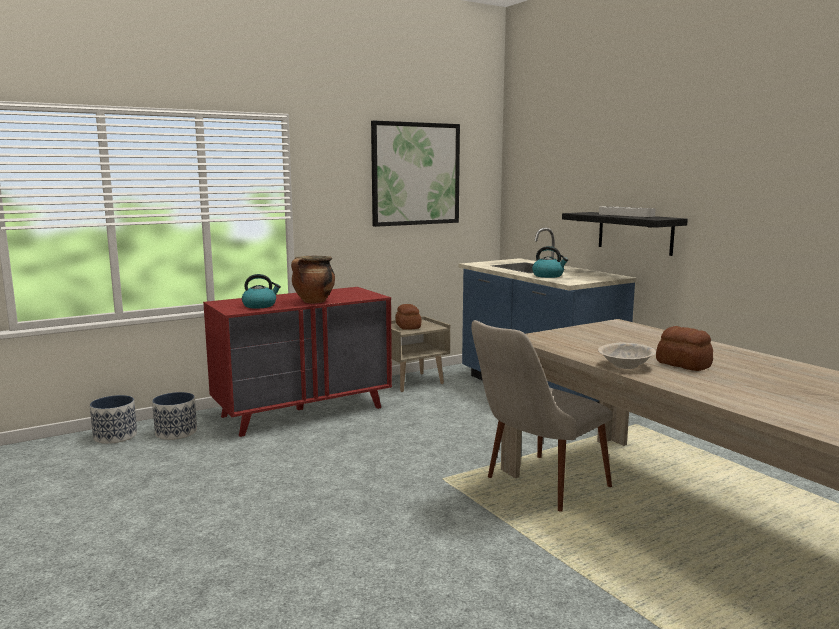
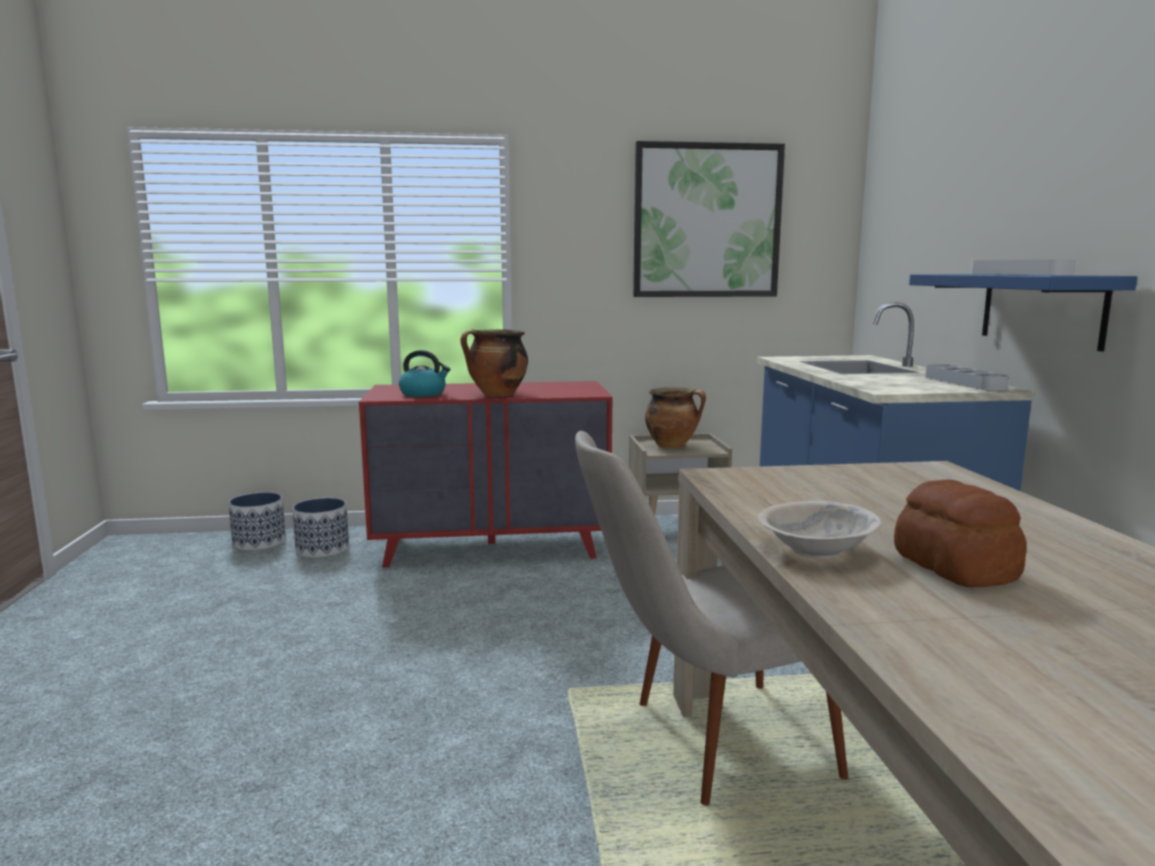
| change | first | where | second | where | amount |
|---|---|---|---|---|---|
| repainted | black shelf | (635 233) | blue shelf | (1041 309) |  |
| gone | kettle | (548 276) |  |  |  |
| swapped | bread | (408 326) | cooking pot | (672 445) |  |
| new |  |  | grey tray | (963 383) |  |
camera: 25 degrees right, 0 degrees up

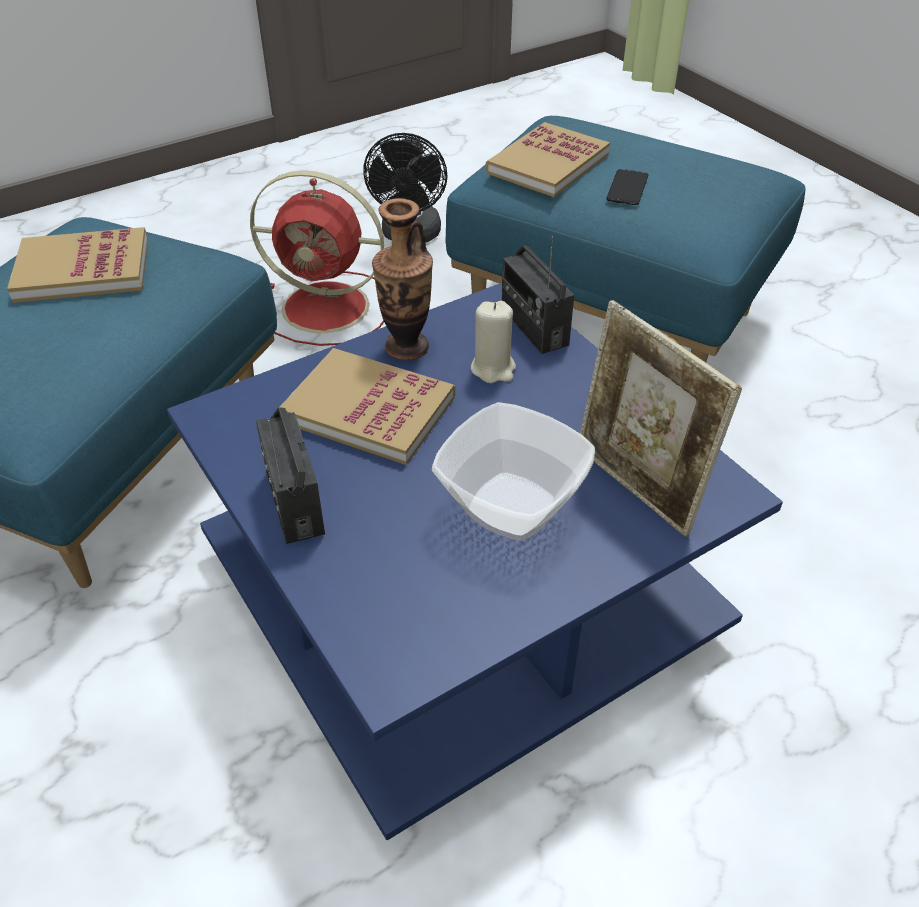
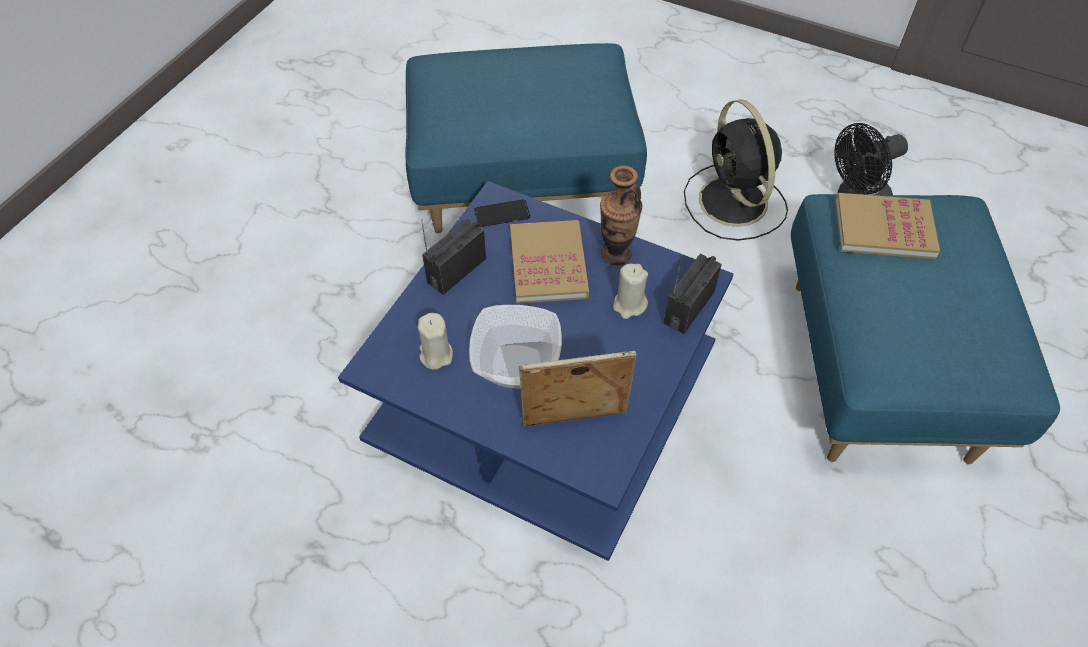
| change | first | where | second | where | amount |
|---|---|---|---|---|---|
| shifted | phone | (627 188) |  | (502 214) |  |
| repainted | red fan | (329 308) | black fan | (734 203) |  |
| gone | book | (83 269) |  |  |  |
| rotated | picture frame | (637 488) |  | (574 422) | 60 degrees clockwise |
| new |  |  | beige candle | (436 354) |  |
camera: 60 degrees right, 10 degrees up

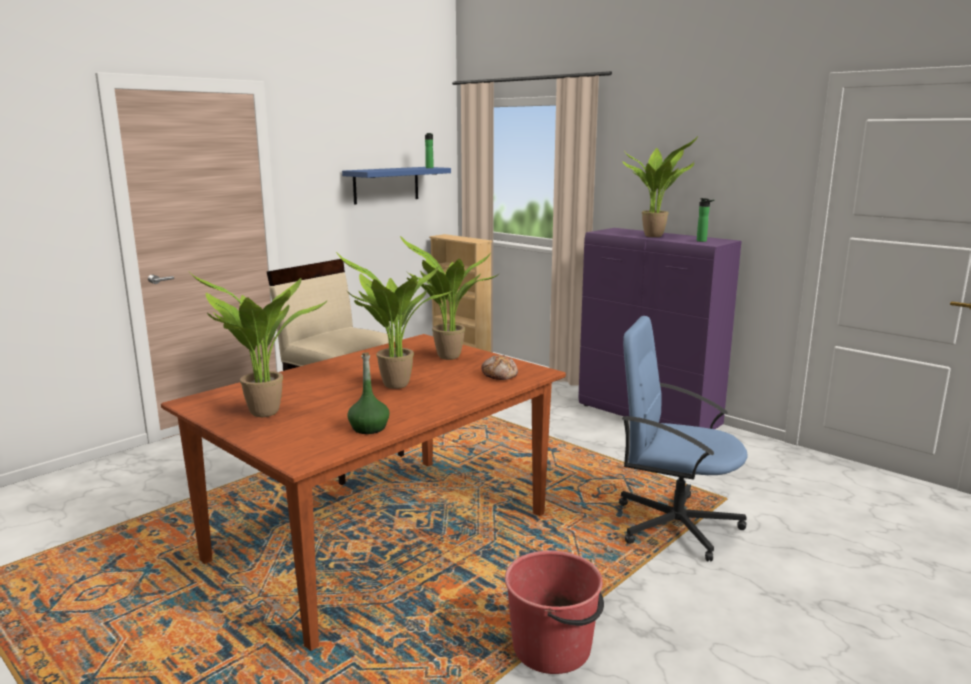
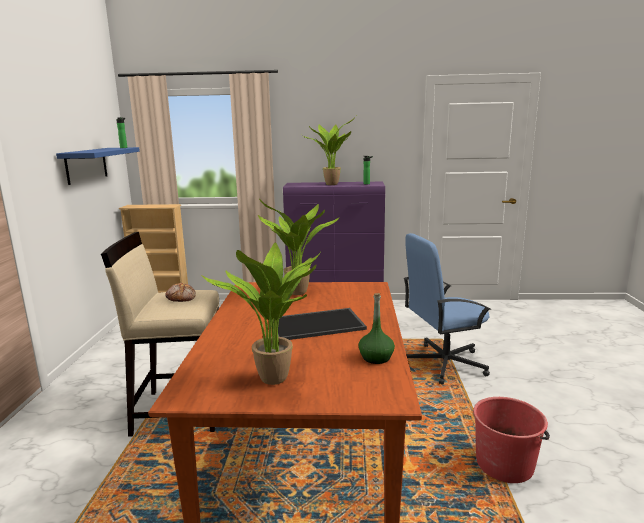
| change | first | where | second | where | amount |
|---|---|---|---|---|---|
| swapped | potted plant | (395 387) | tray | (316 324) |  |
| shifted | bread | (500 375) |  | (181 298) |  |
camera: 40 degrees left, 0 degrees up

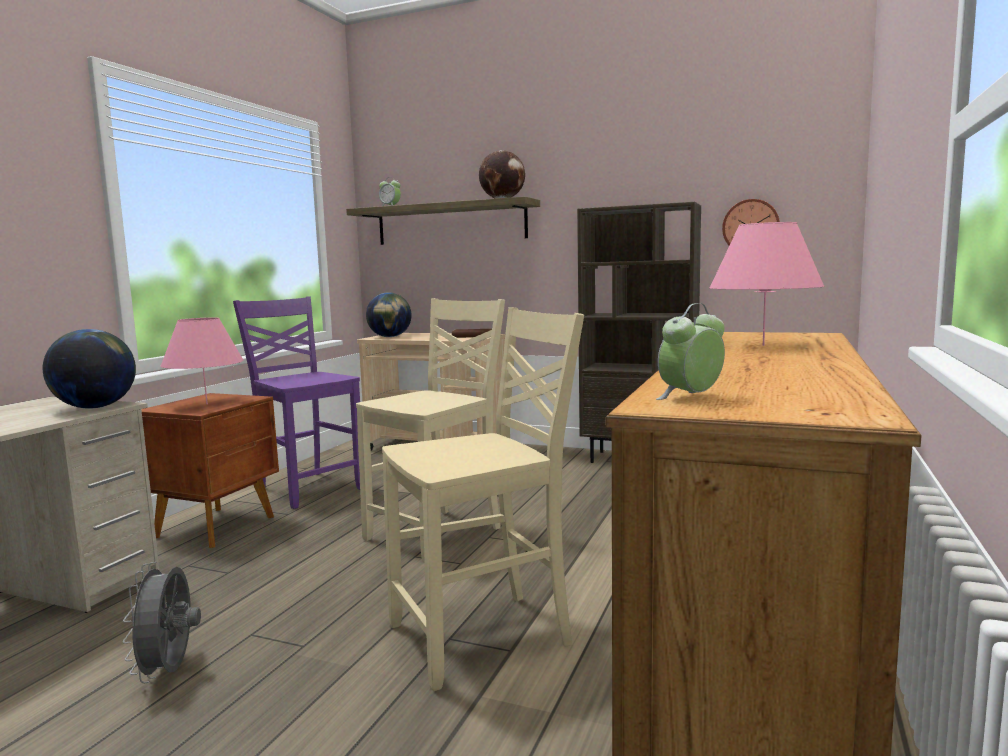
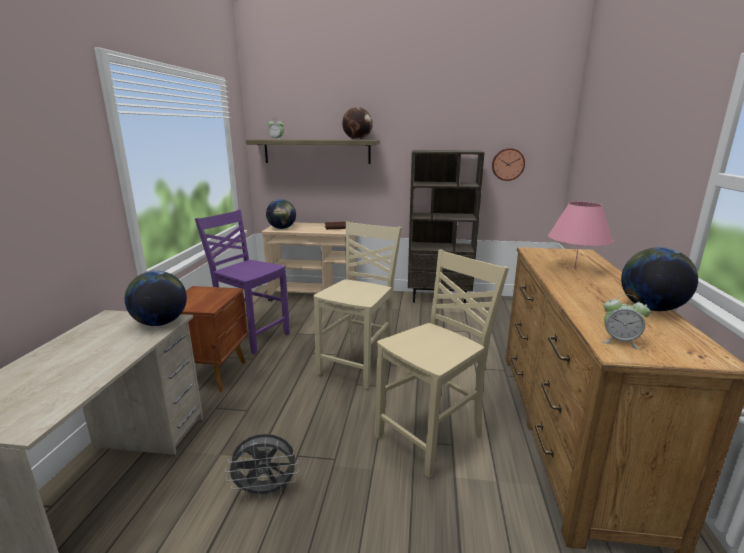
| change | first | where | second | where | amount |
|---|---|---|---|---|---|
| rotated | alarm clock | (690 397) |  | (620 341) | 105 degrees counterclockwise |
| gone | pink table lamp | (206 404) |  |  |  |
| rotated | grey fan | (170 672) |  | (266 491) | 75 degrees counterclockwise |
| new |  |  | globe | (650 308) |  |
camera: 15 degrees left, 10 degrees up

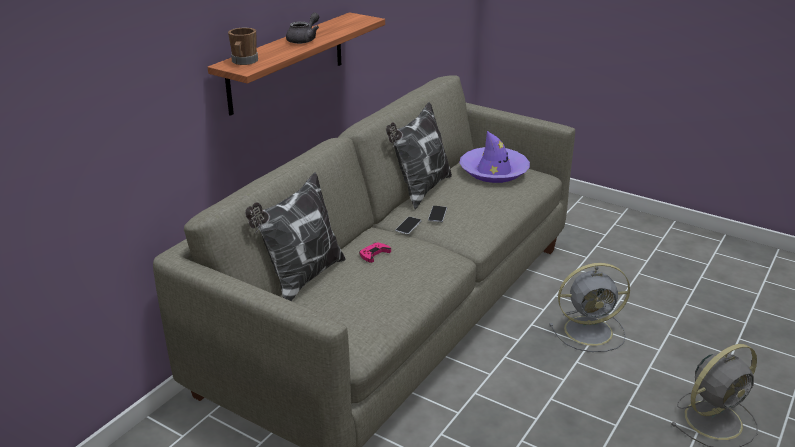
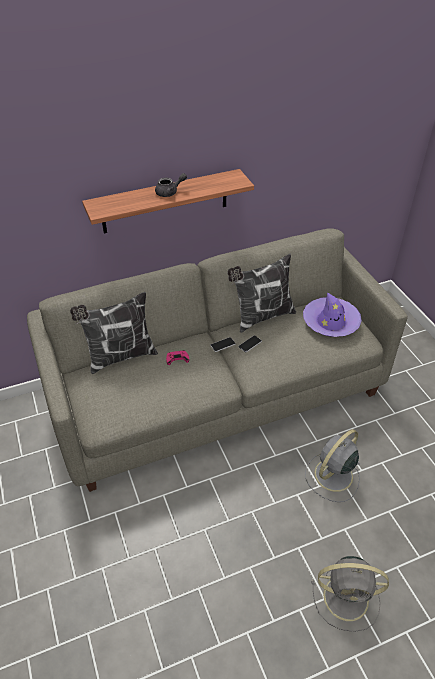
| change | first | where | second | where | amount |
|---|---|---|---|---|---|
| gone | brown mug | (244 62) |  |  |  |
| rotated | grey fan | (590 331) |  | (332 476) | 105 degrees clockwise |
camera: 35 degrees right, 15 degrees up

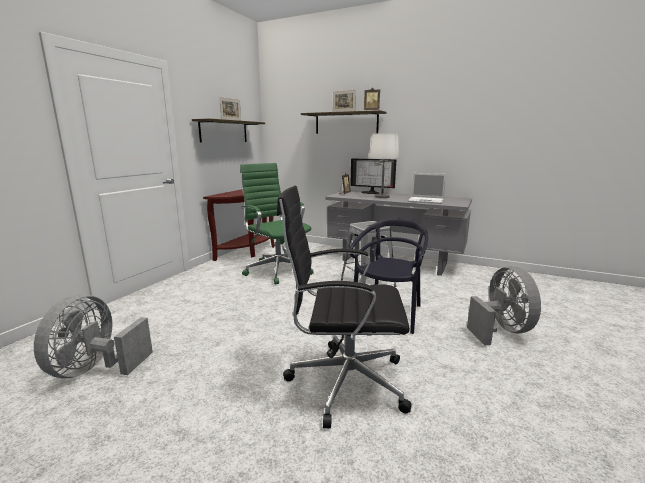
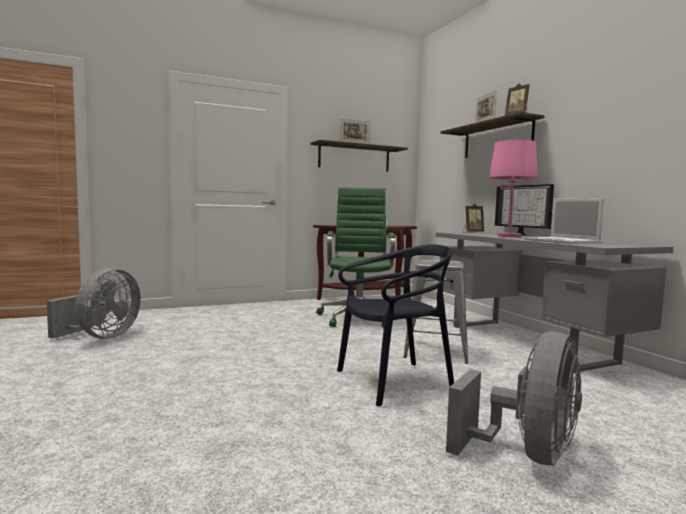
| change | first | where | second | where | amount |
|---|---|---|---|---|---|
| repainted | white table lamp | (382 197) | pink table lamp | (509 236) |  |
| gone | black office chair | (343 381) |  |  |  |
| rotated | grey fan | (96 369) |  | (101 337) | 150 degrees clockwise |
camera: 40 degrees right, 10 degrees down

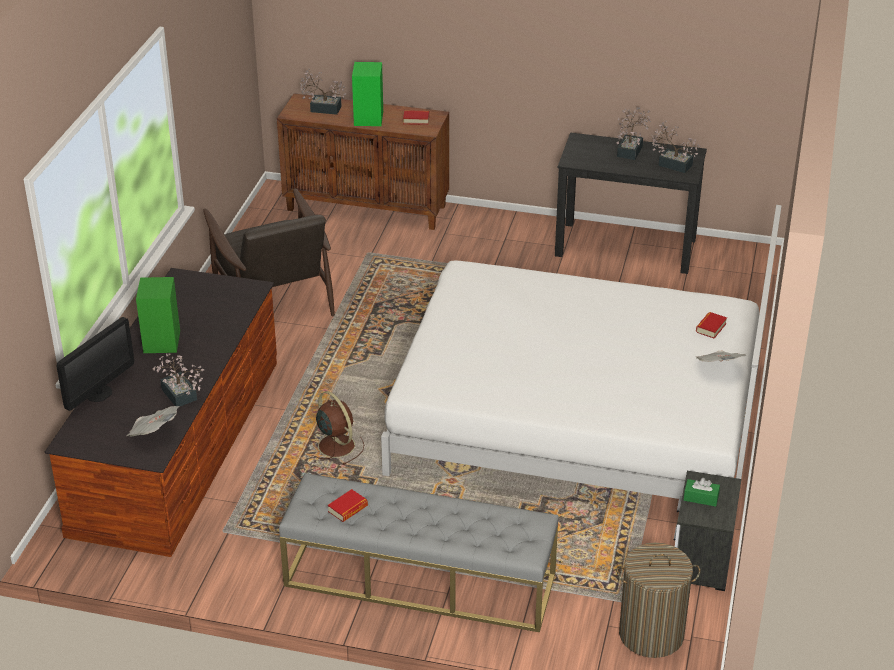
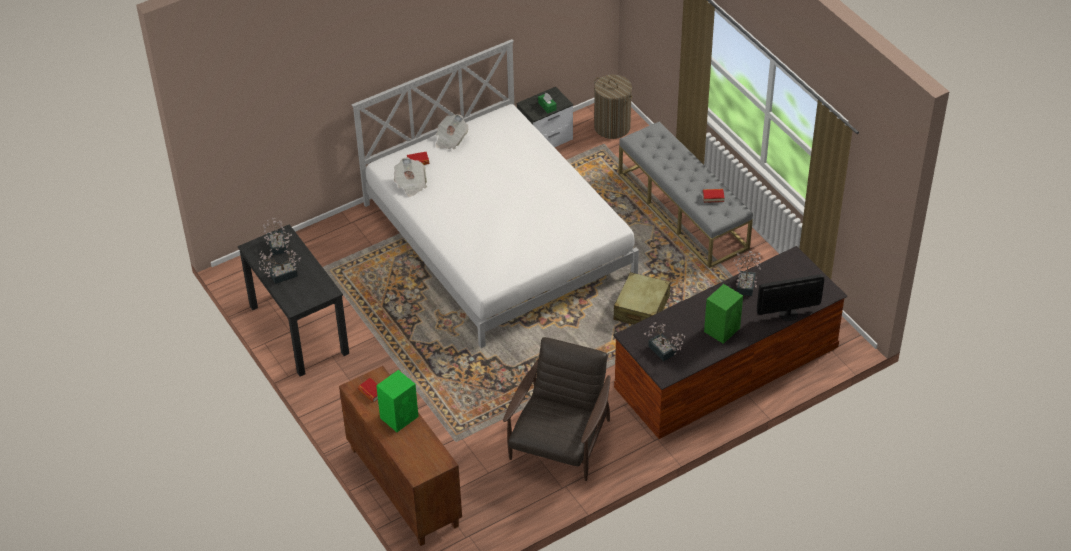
| change | first | where | second | where | amount |
|---|---|---|---|---|---|
| shifted | potted plant | (322 108) |  | (664 352) |  |
| swapped | brown fan | (335 445) | beige suitcase | (641 308) |  |
| shifted | newspaper | (154 432) |  | (411 184) |  |
camera: 135 degrees left, 10 degrees up

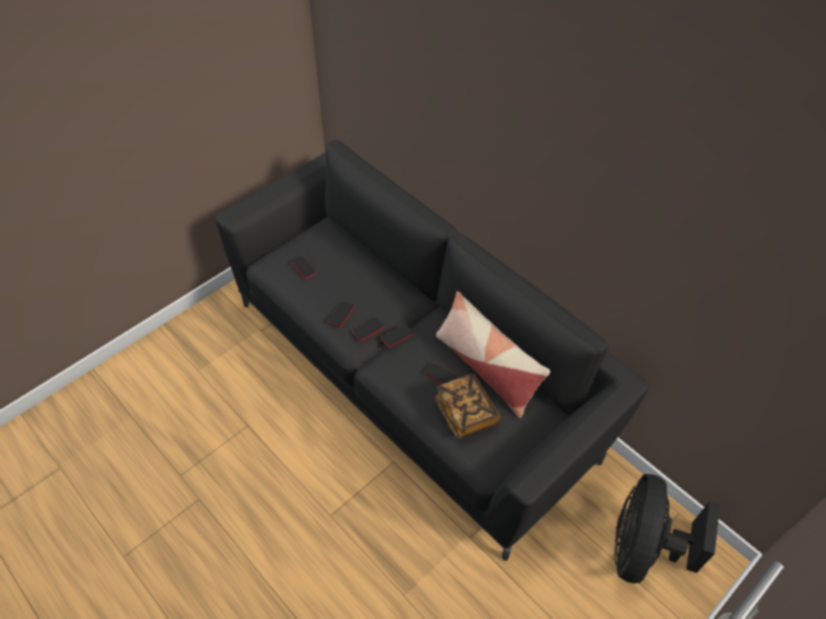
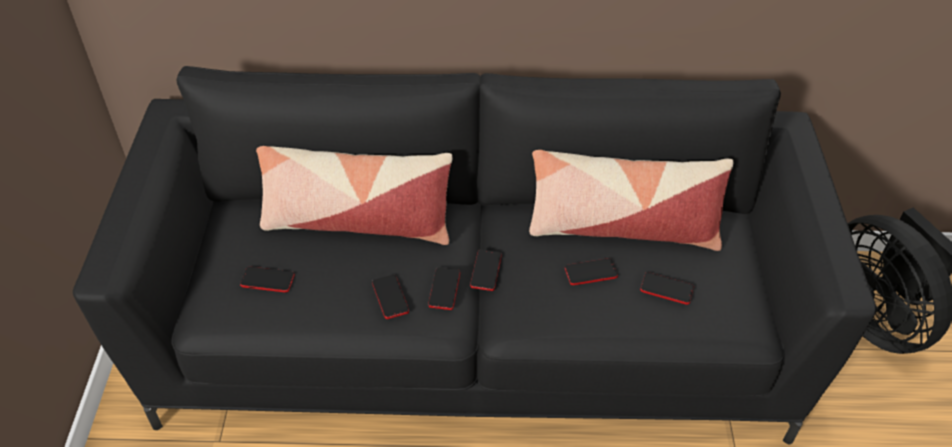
| change | first | where | second | where | amount |
|---|---|---|---|---|---|
| swapped | book | (466 413) | phone | (666 289) |  |
| new |  |  | pillow | (356 221) |  |
camera: 45 degrees left, 5 degrees down

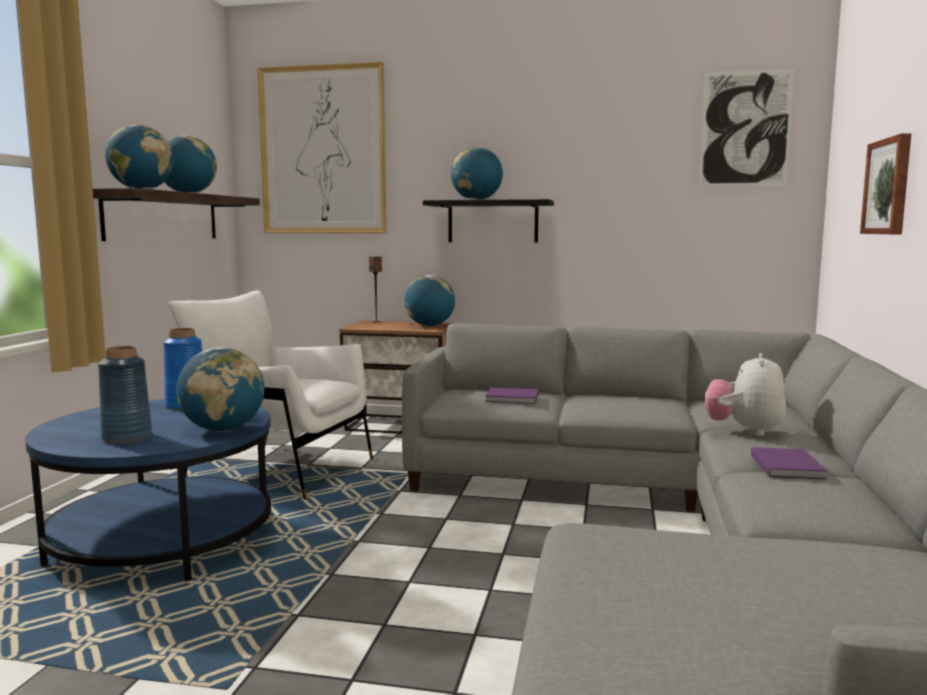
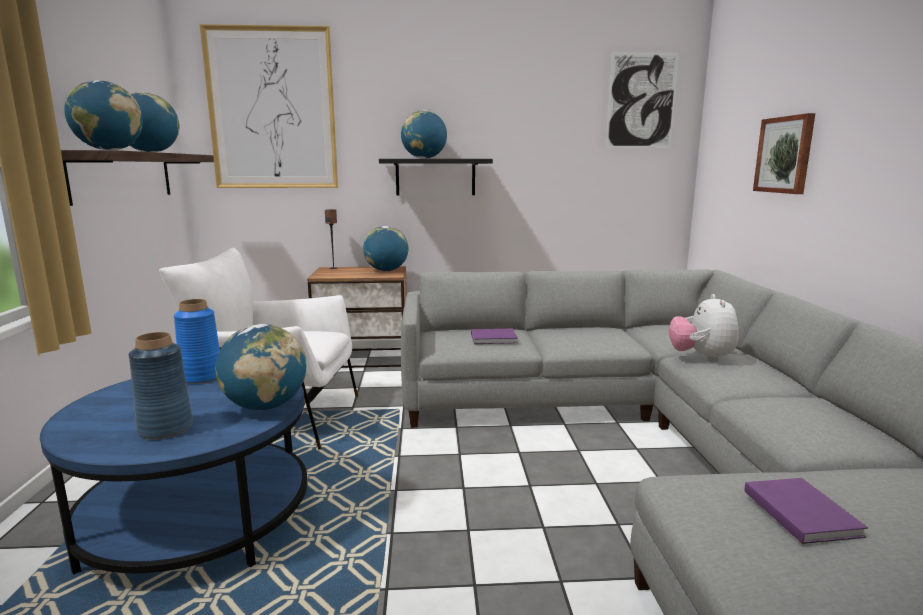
| change | first | where | second | where | amount |
|---|---|---|---|---|---|
| shifted | purple book | (787 466) |  | (800 511) |  |
camera: 15 degrees left, 5 degrees up

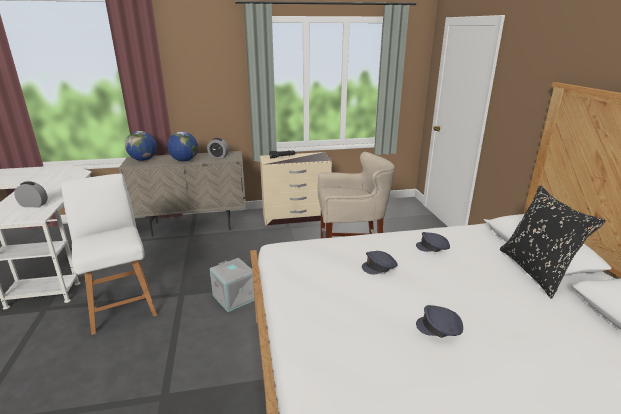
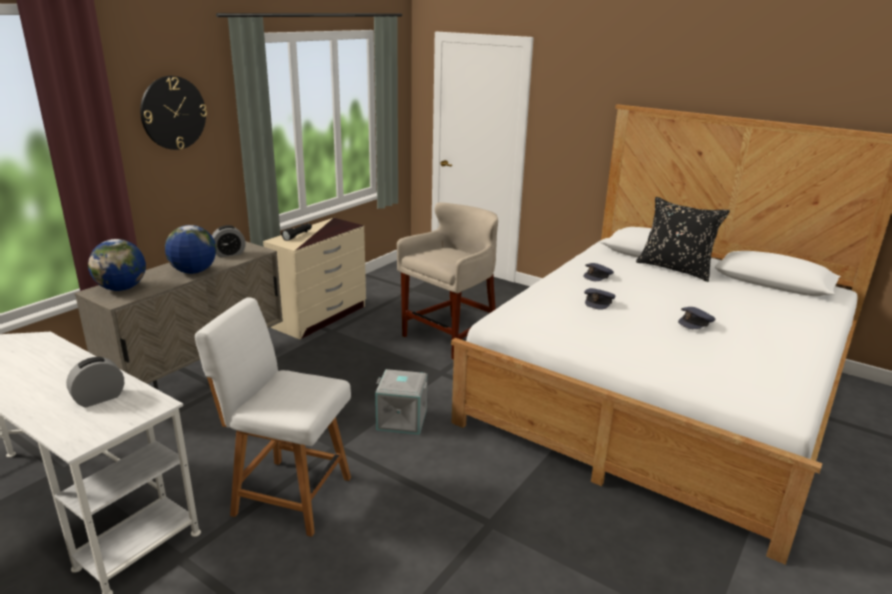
| change | first | where | second | where | amount |
|---|---|---|---|---|---|
| new |  |  | wall clock | (173 113) |  |
camera: 45 degrees left, 0 degrees up

